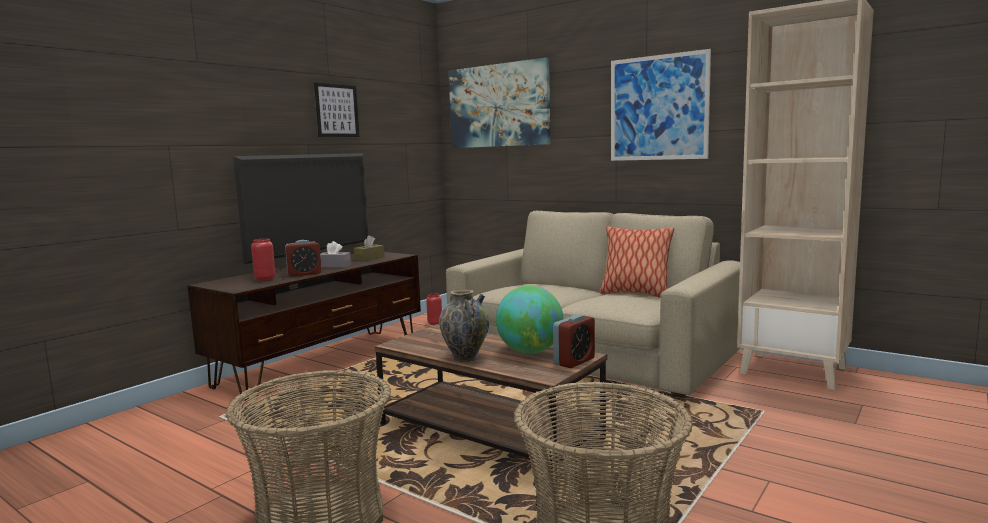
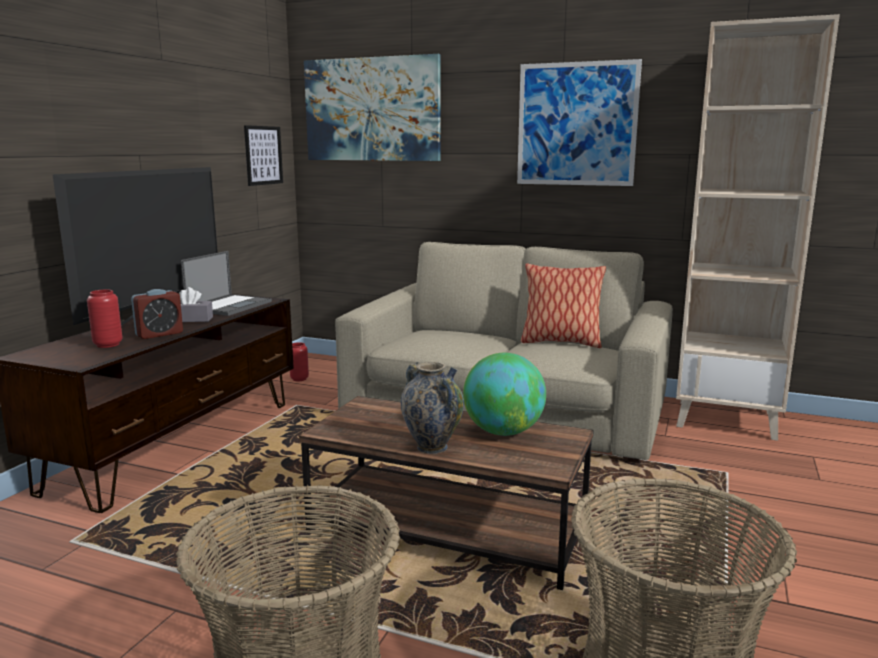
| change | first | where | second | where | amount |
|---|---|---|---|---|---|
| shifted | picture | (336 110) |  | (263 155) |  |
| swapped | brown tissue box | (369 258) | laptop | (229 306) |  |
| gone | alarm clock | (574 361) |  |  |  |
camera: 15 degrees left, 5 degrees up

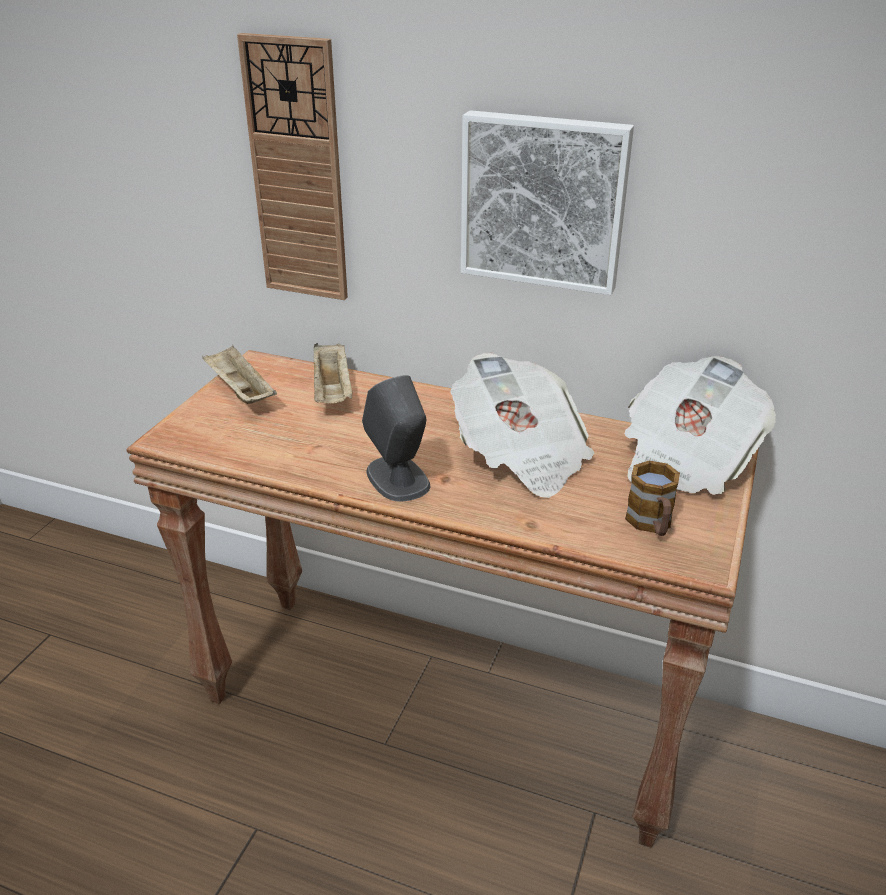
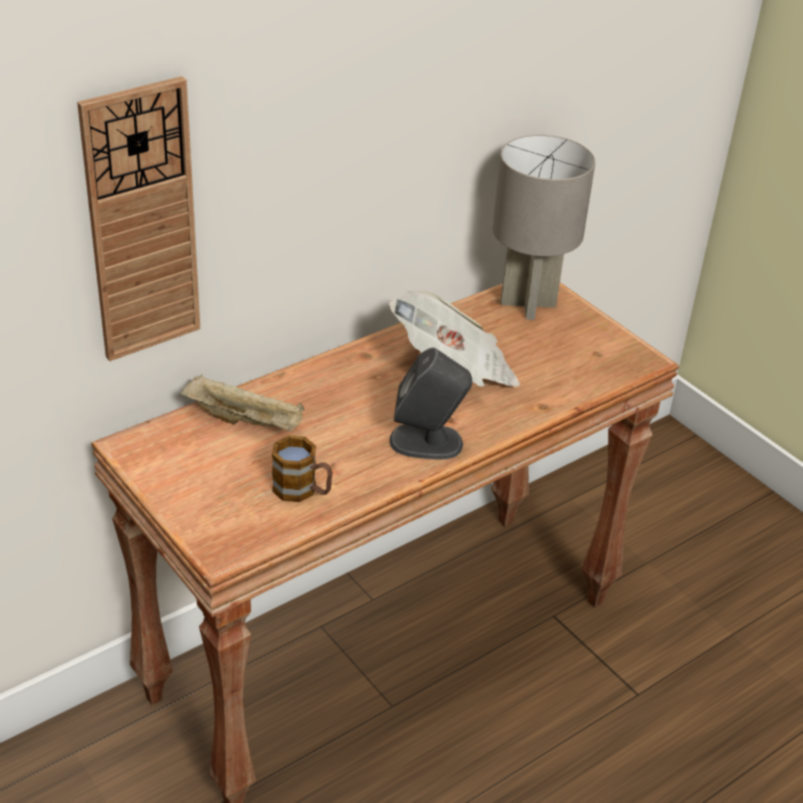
| change | first | where | second | where | amount |
|---|---|---|---|---|---|
| gone | picture | (544 201) |  |  |  |
| gone | beige tray | (240 391) |  |  |  |
| swapped | newspaper | (685 460) | grey table lamp | (529 304) |  |
| shifted | mug | (651 524) |  | (302 490) |  |
camera: 60 degrees left, 5 degrees up

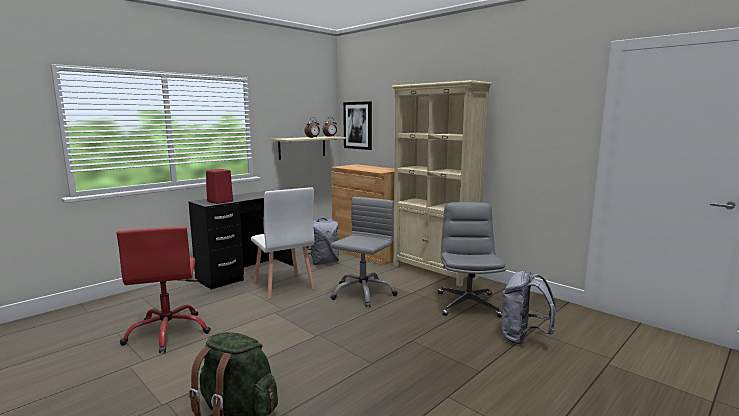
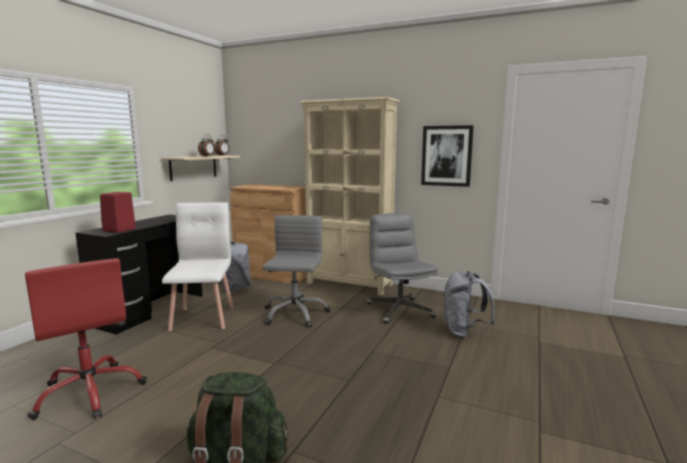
| change | first | where | second | where | amount |
|---|---|---|---|---|---|
| shifted | picture | (358 125) |  | (446 156) |  |
| rotated | white chair | (283 285) |  | (203 318) | 135 degrees counterclockwise |
camera: 20 degrees left, 0 degrees up

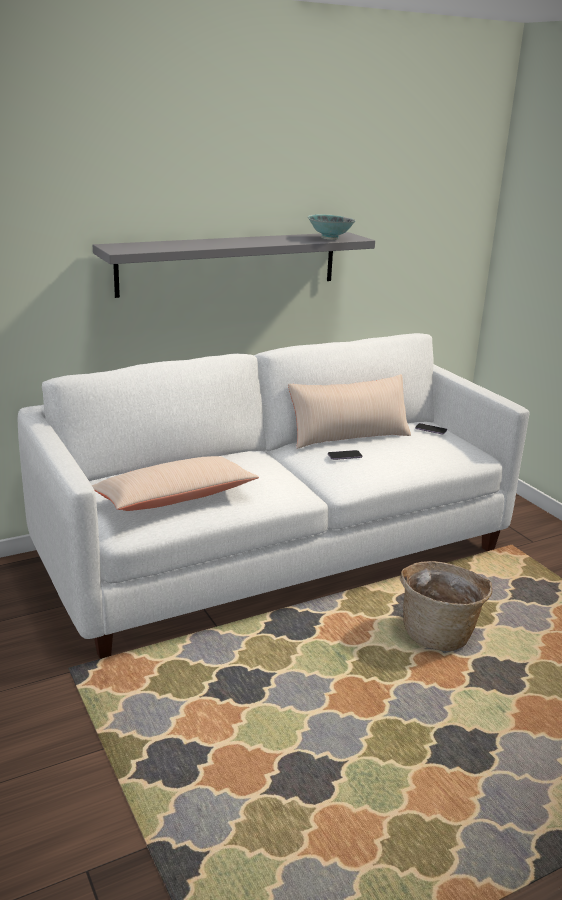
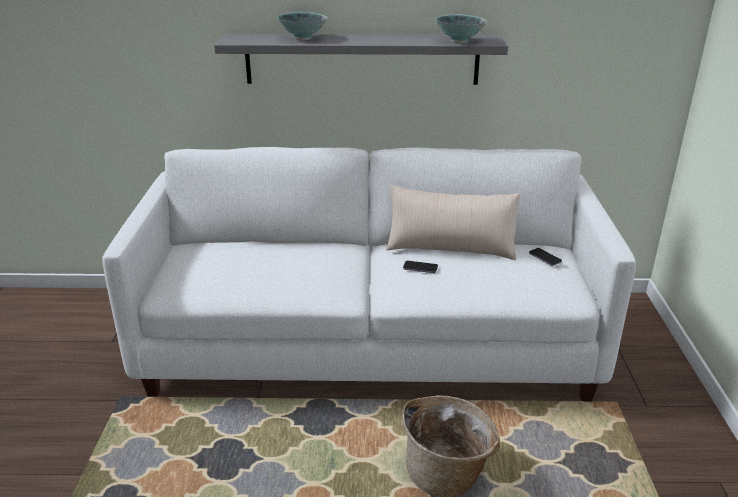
| change | first | where | second | where | amount |
|---|---|---|---|---|---|
| gone | beige pillow | (175 498) |  |  |  |
| new |  |  | bowl | (302 38) |  |
camera: 30 degrees right, 5 degrees up

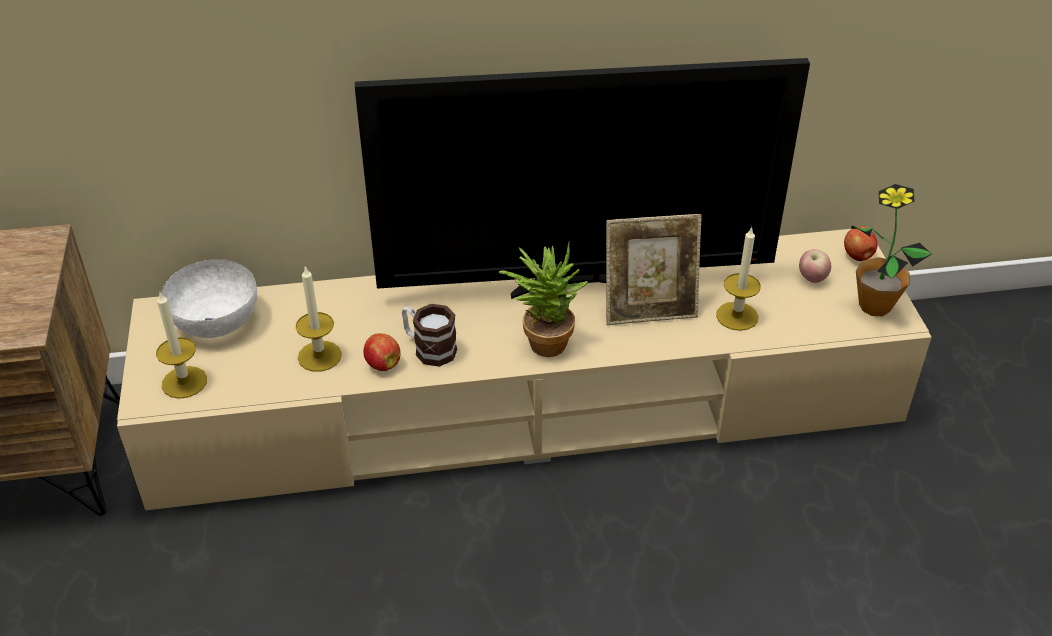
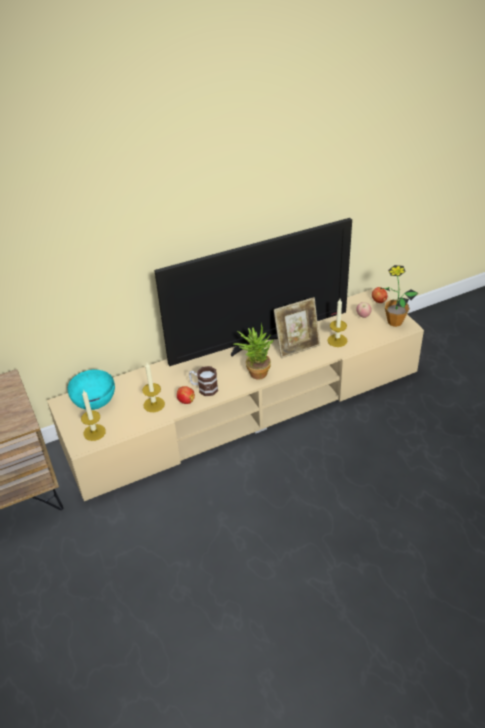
| change | first | where | second | where | amount |
|---|---|---|---|---|---|
| repainted | white bowl | (217 320) | turquoise bowl | (95 400) |  |
camera: 15 degrees left, 0 degrees up

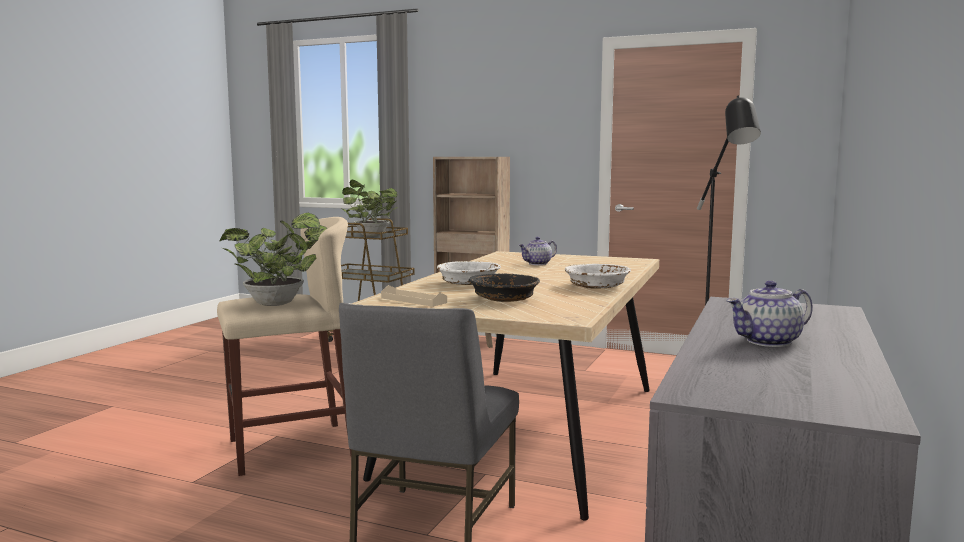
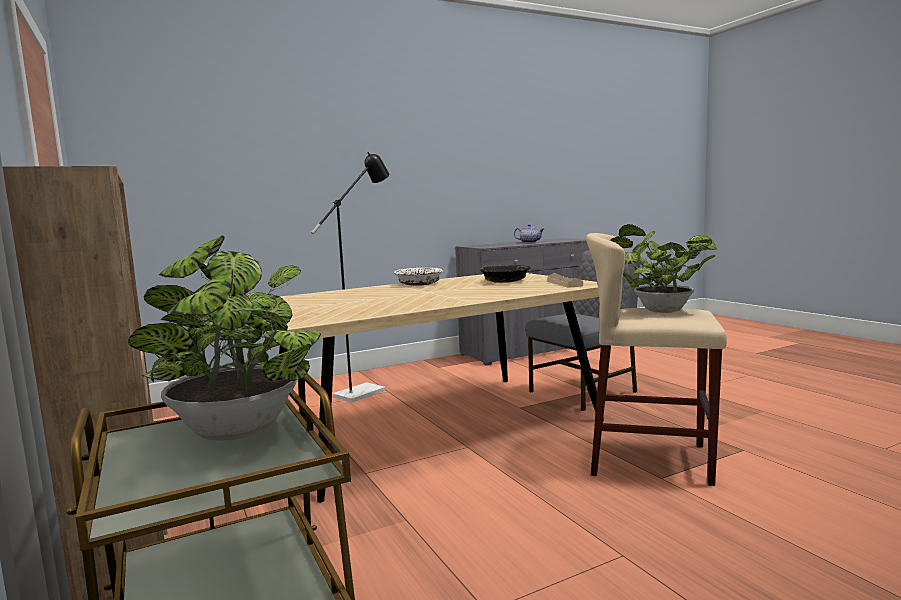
| change | first | where | second | where | amount |
|---|---|---|---|---|---|
| gone | teapot | (538 264) |  |  |  |
| gone | white bowl | (468 283) |  |  |  |
camera: 140 degrees left, 0 degrees up

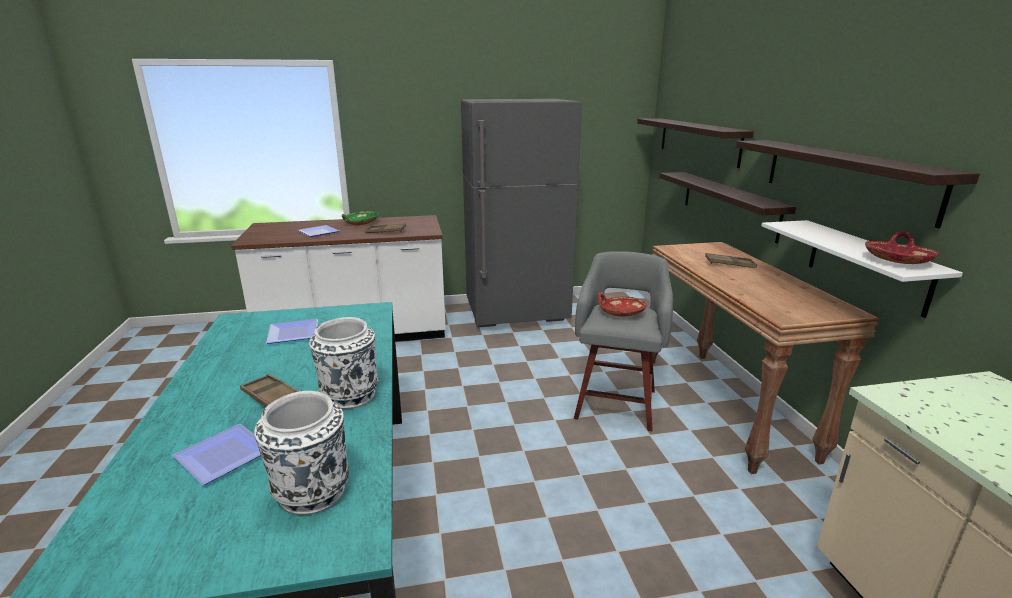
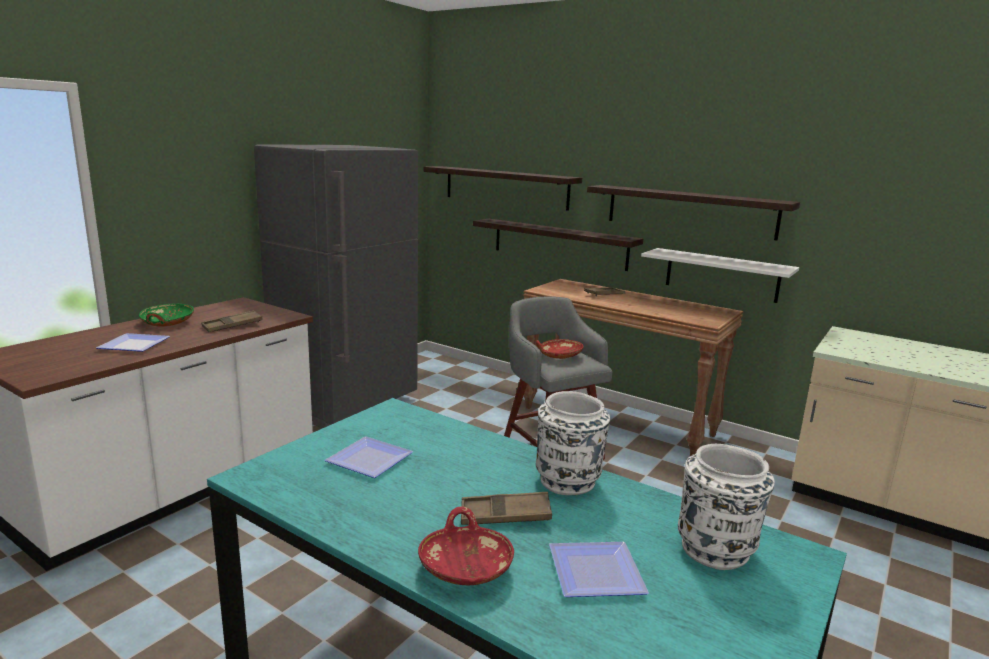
| change | first | where | second | where | amount |
|---|---|---|---|---|---|
| shifted | red bowl | (897 261) |  | (465 567) |  |
camera: 45 degrees left, 5 degrees down

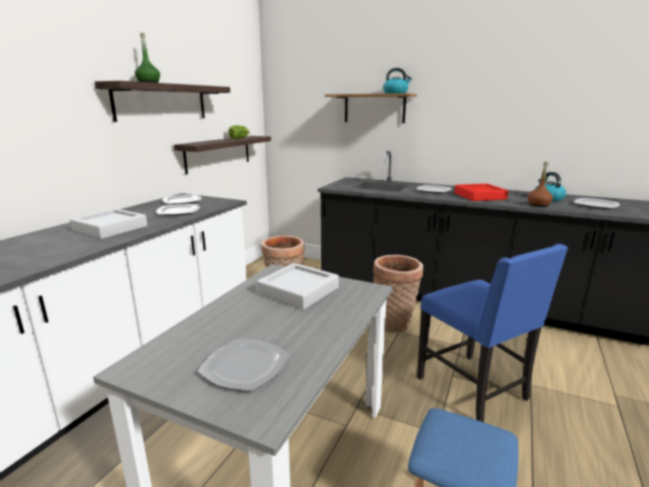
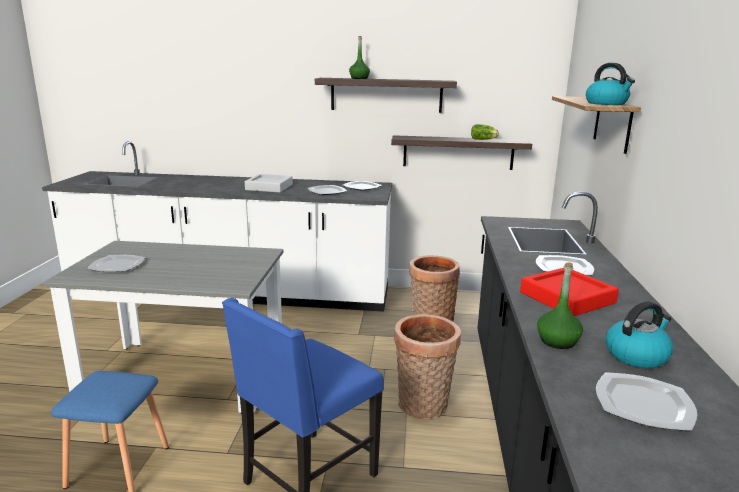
| change | first | where | second | where | amount |
|---|---|---|---|---|---|
| repainted | brown bottle | (538 205) | green bottle | (557 341) |  |
| gone | grey tray | (298 291) |  |  |  |
camera: 70 degrees right, 0 degrees up

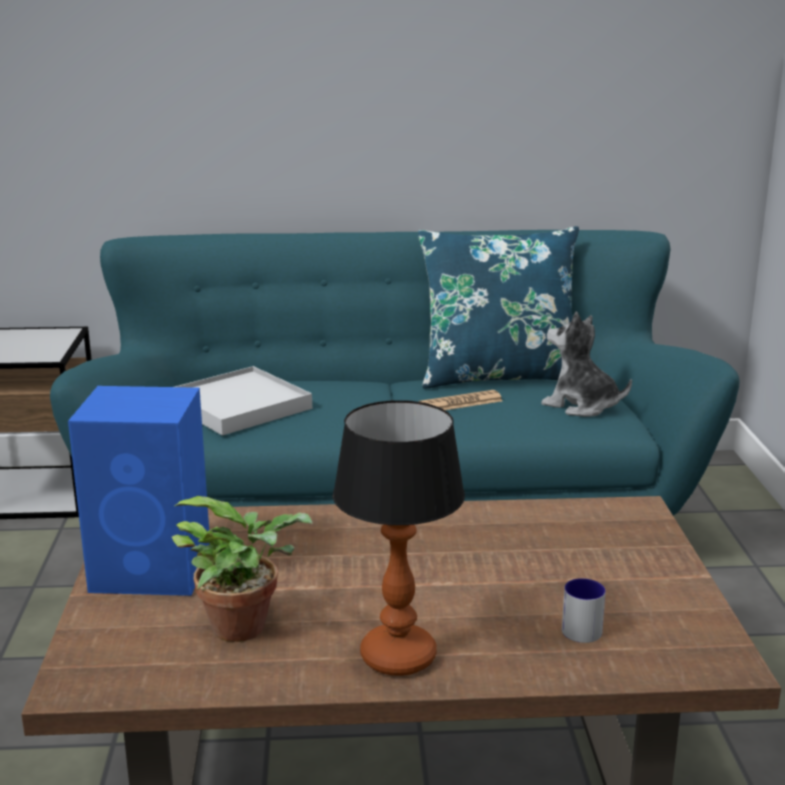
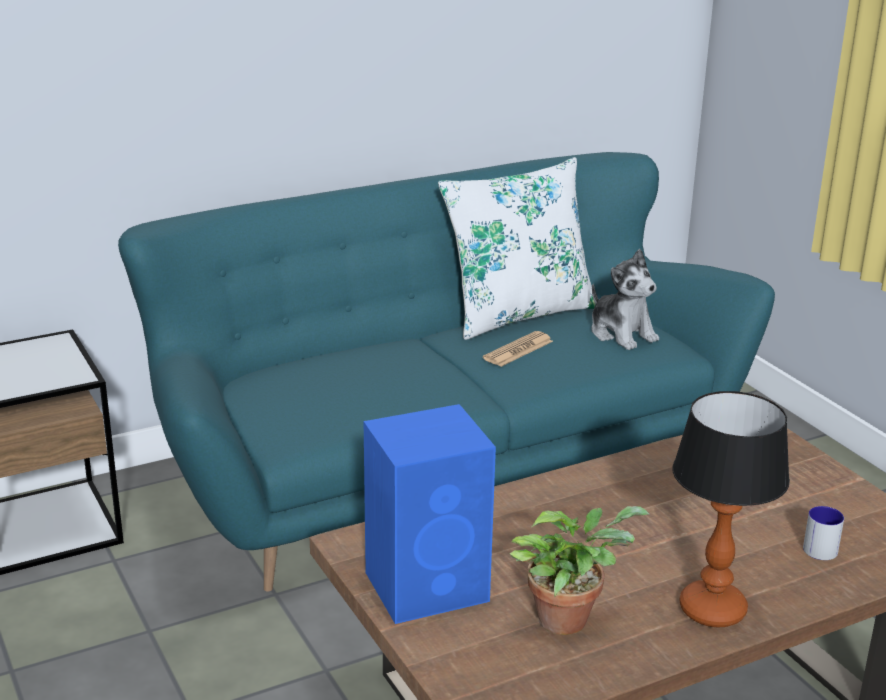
| change | first | where | second | where | amount |
|---|---|---|---|---|---|
| repainted | blue pillow | (498 376) | white pillow | (518 313) |  |
| rotated | plush toy | (581 406) |  | (622 334) | 135 degrees counterclockwise |
| gone | white tray | (239 406) |  |  |  |
camera: 25 degrees left, 5 degrees up

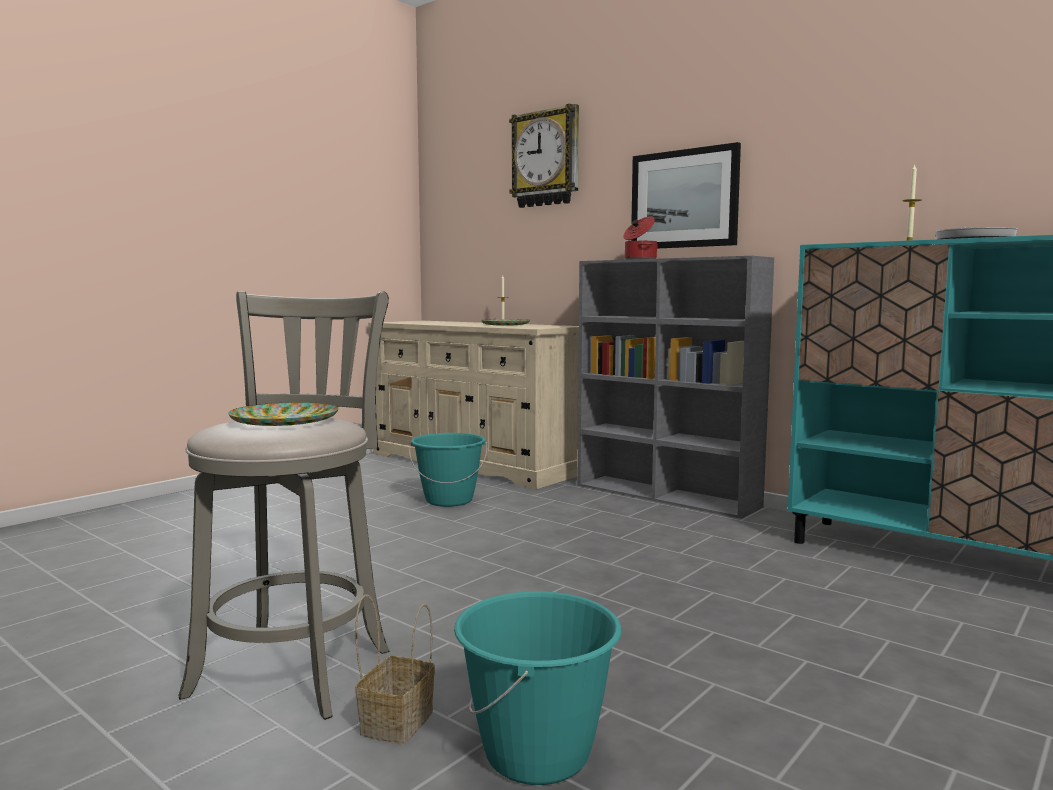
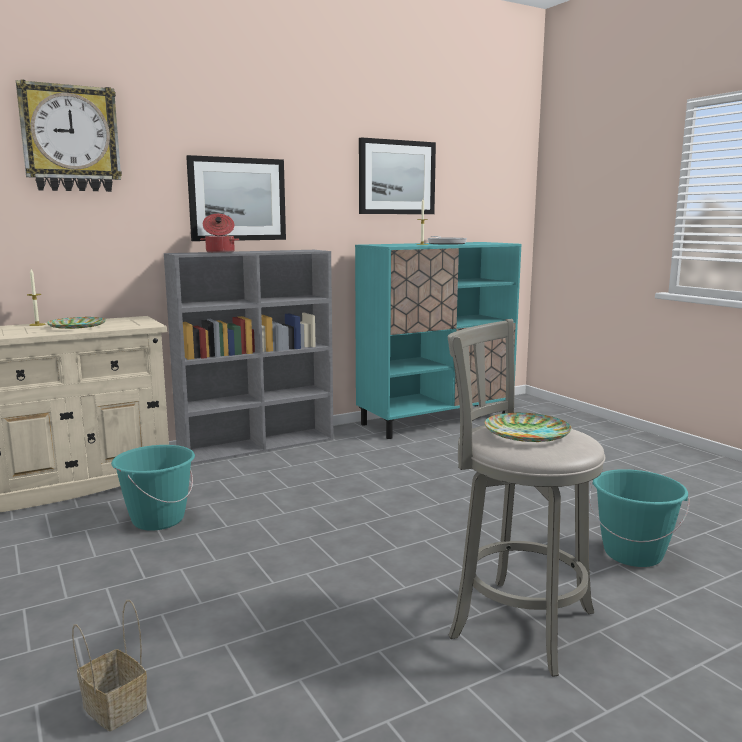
| change | first | where | second | where | amount |
|---|---|---|---|---|---|
| shifted | basket | (397 721) |  | (112 707) |  |
| new |  |  | picture | (396 177) |  |
camera: 70 degrees left, 5 degrees up

